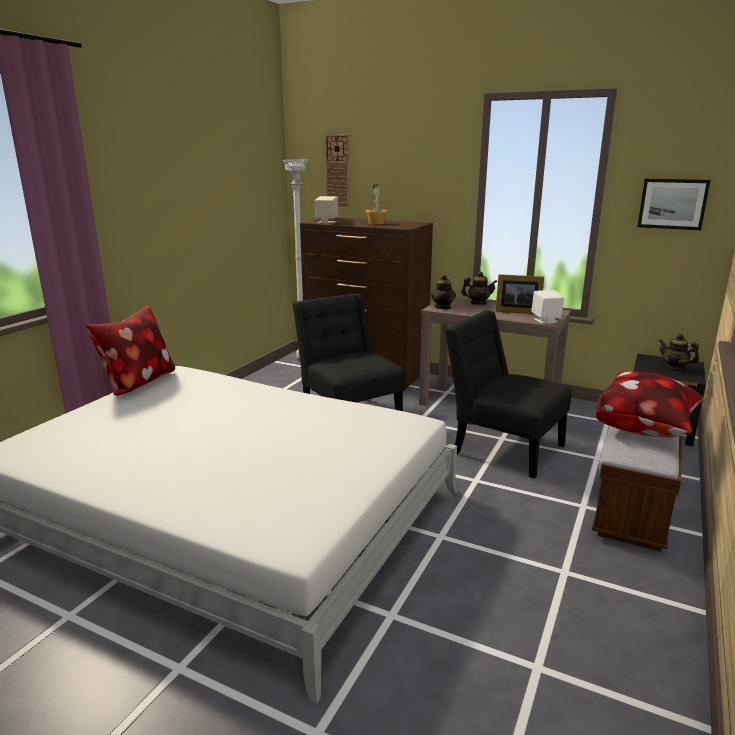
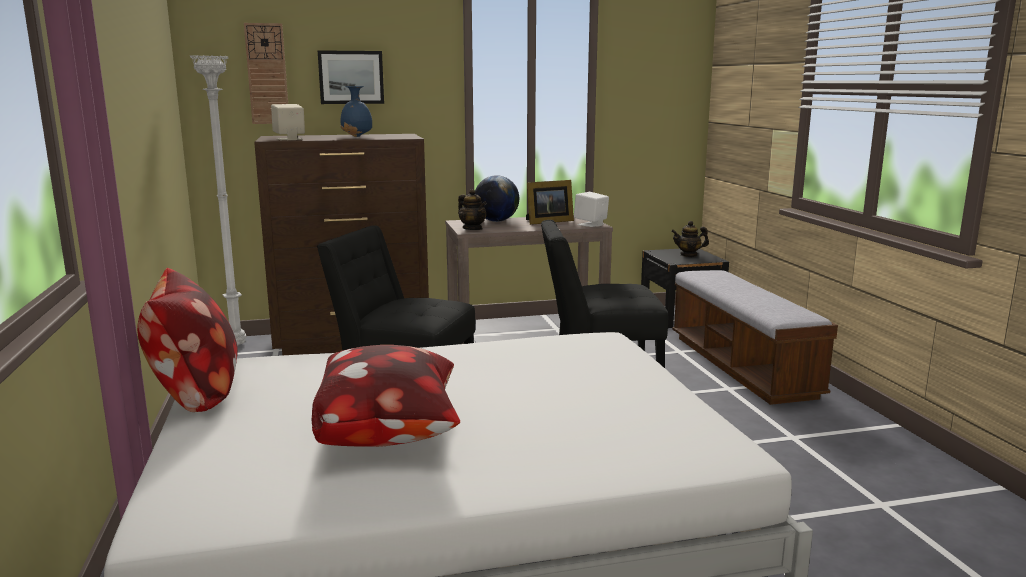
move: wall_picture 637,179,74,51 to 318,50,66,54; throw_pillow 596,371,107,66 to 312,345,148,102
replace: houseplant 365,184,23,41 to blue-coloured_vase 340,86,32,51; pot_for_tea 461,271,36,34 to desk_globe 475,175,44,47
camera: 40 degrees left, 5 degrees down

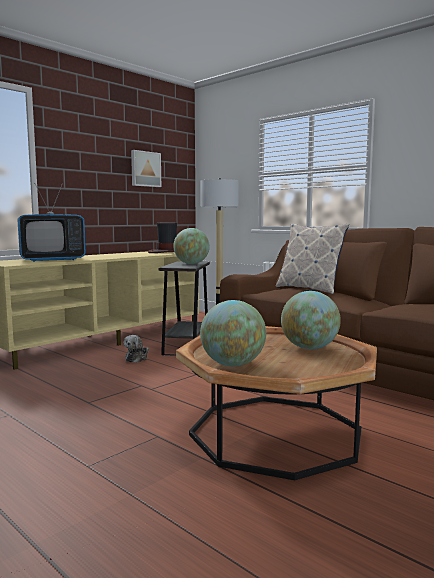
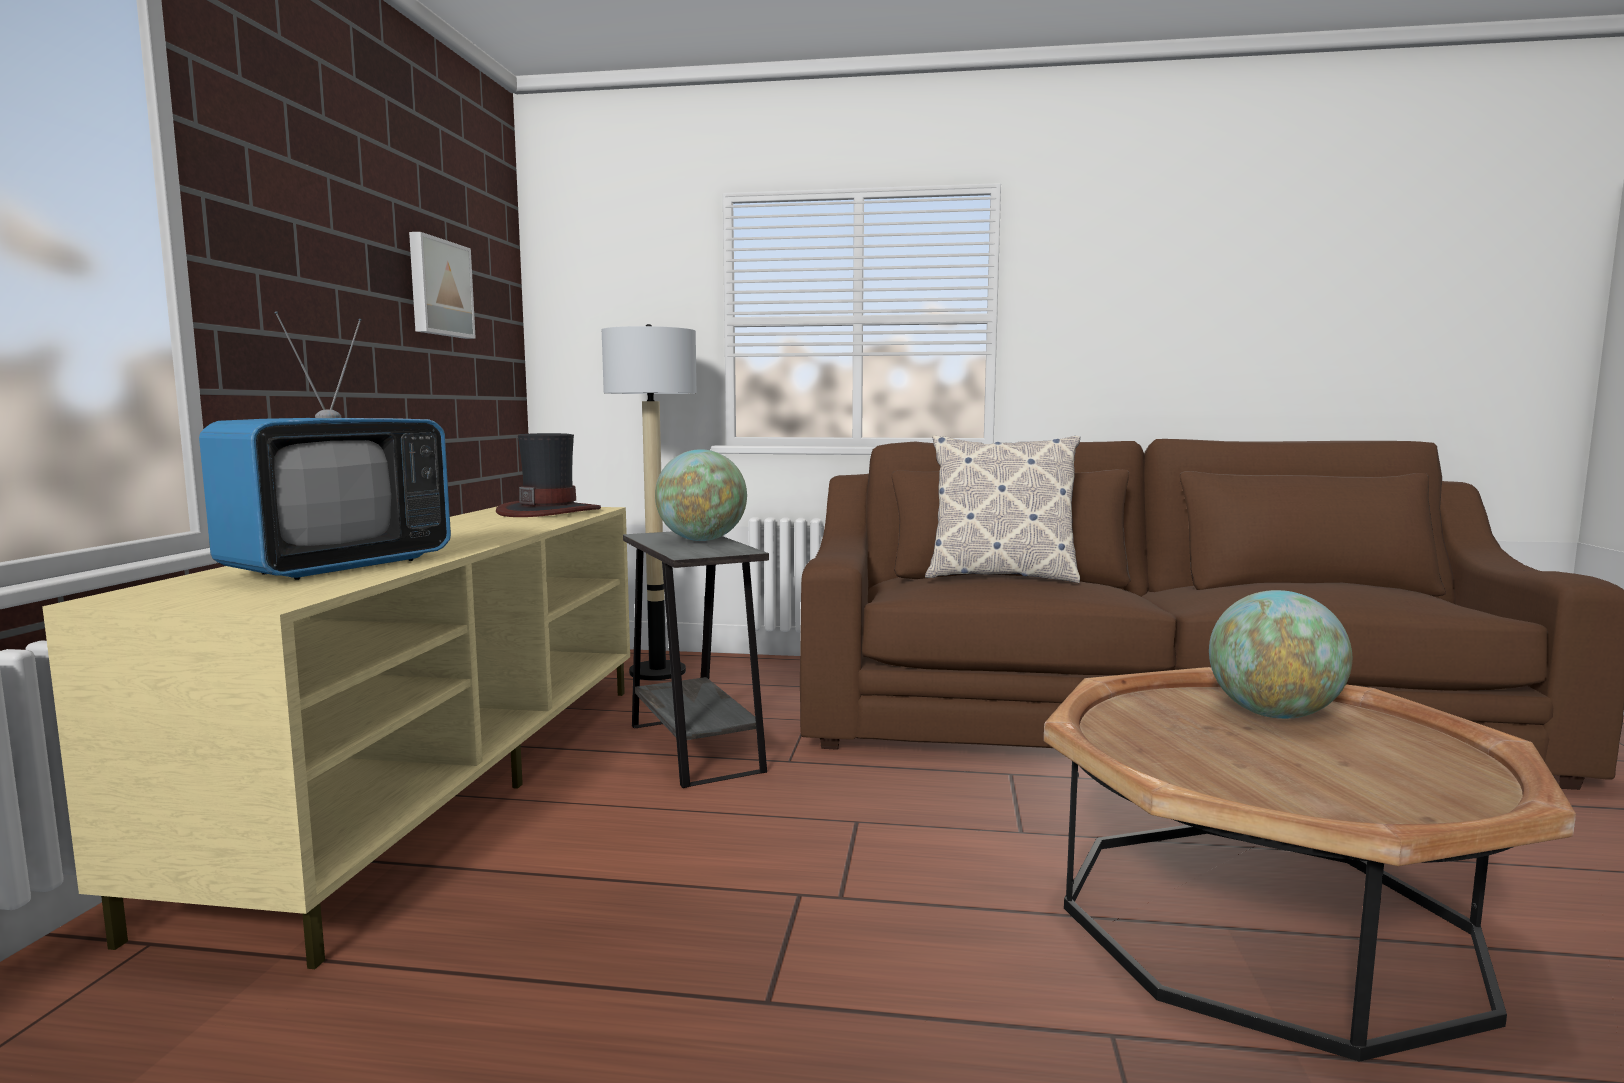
delete: desk_globe 200,300,66,66; plush_toy 124,335,25,28
camera: 35 degrees left, 0 degrees up

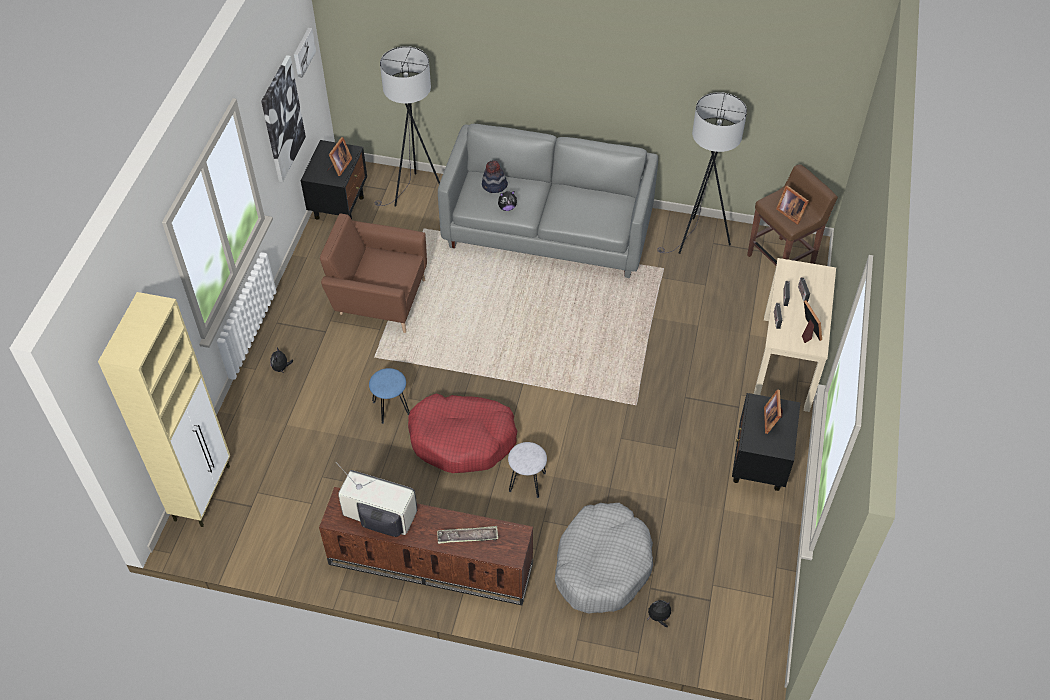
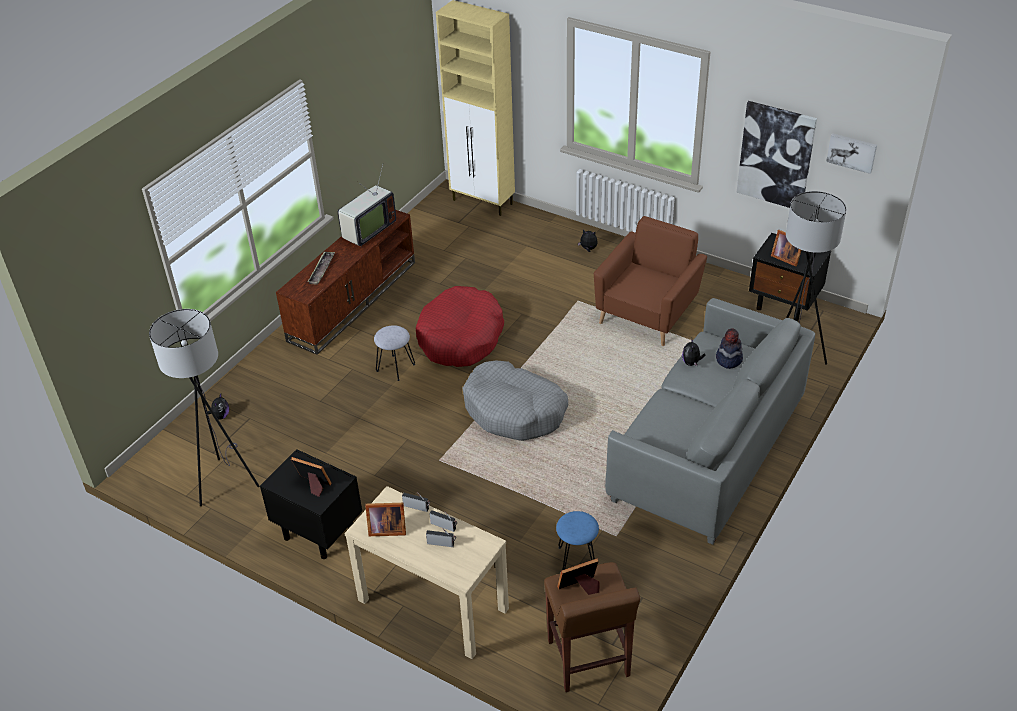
move: greyish_standard_lamp 657,92,90,162 to 149,309,110,197; blue-coloured_sitting_stool 369,368,41,56 to 556,511,43,59; greyish_dog_bed 555,503,98,110 to 462,360,106,81
camera: 110 degrees right, 10 degrees down

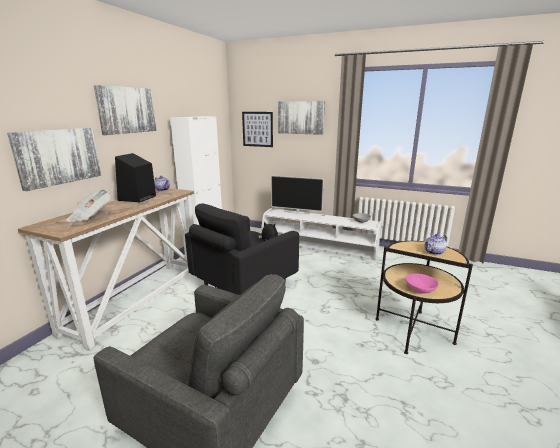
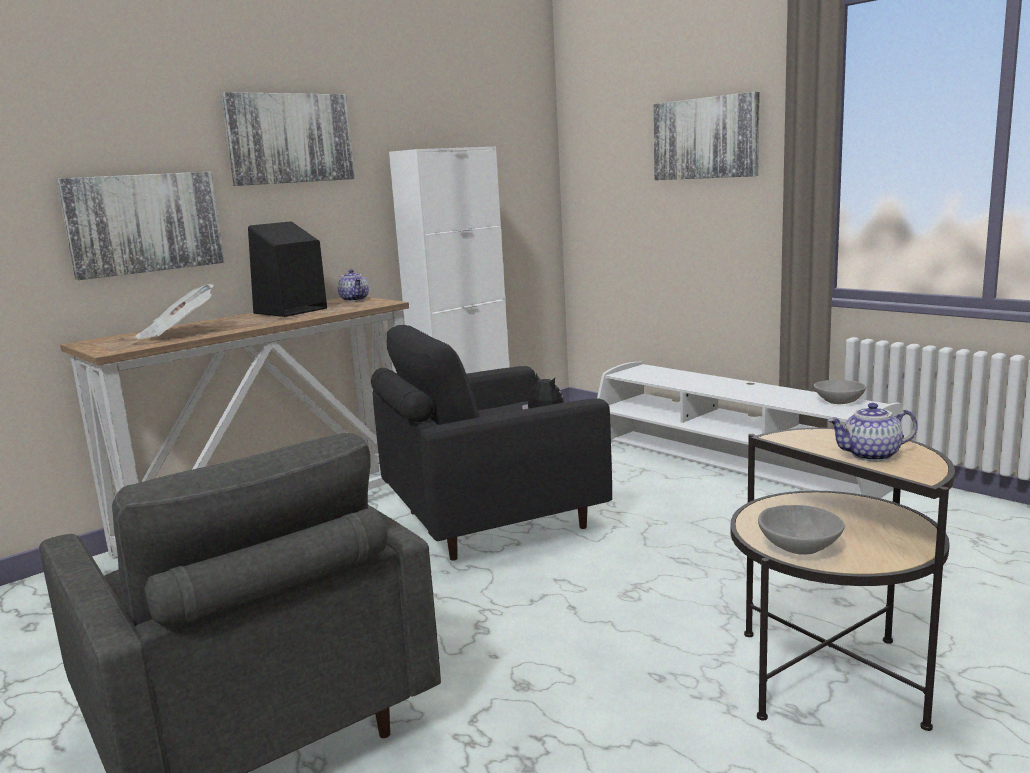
delete: wall_picture 242,112,31,35; TV_set 271,176,53,38
recolor: pink-coloured_bowl 406,274,33,19 to greyish_bowl 758,505,87,50
camera: 25 degrees right, 5 degrees down

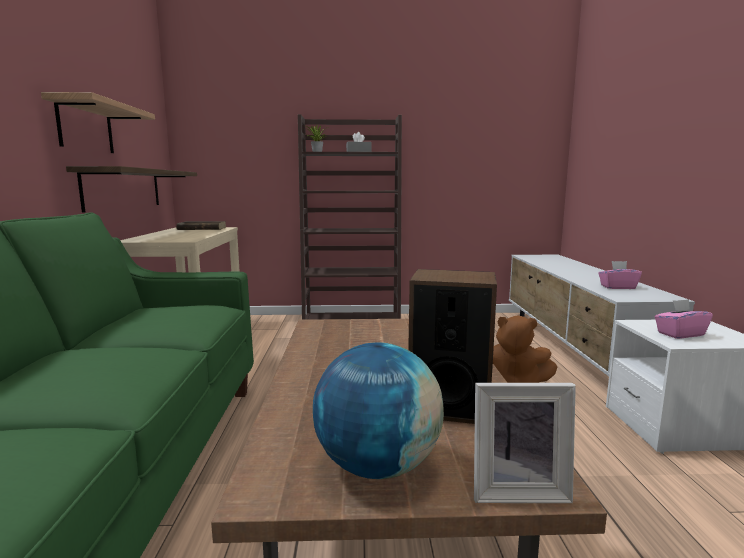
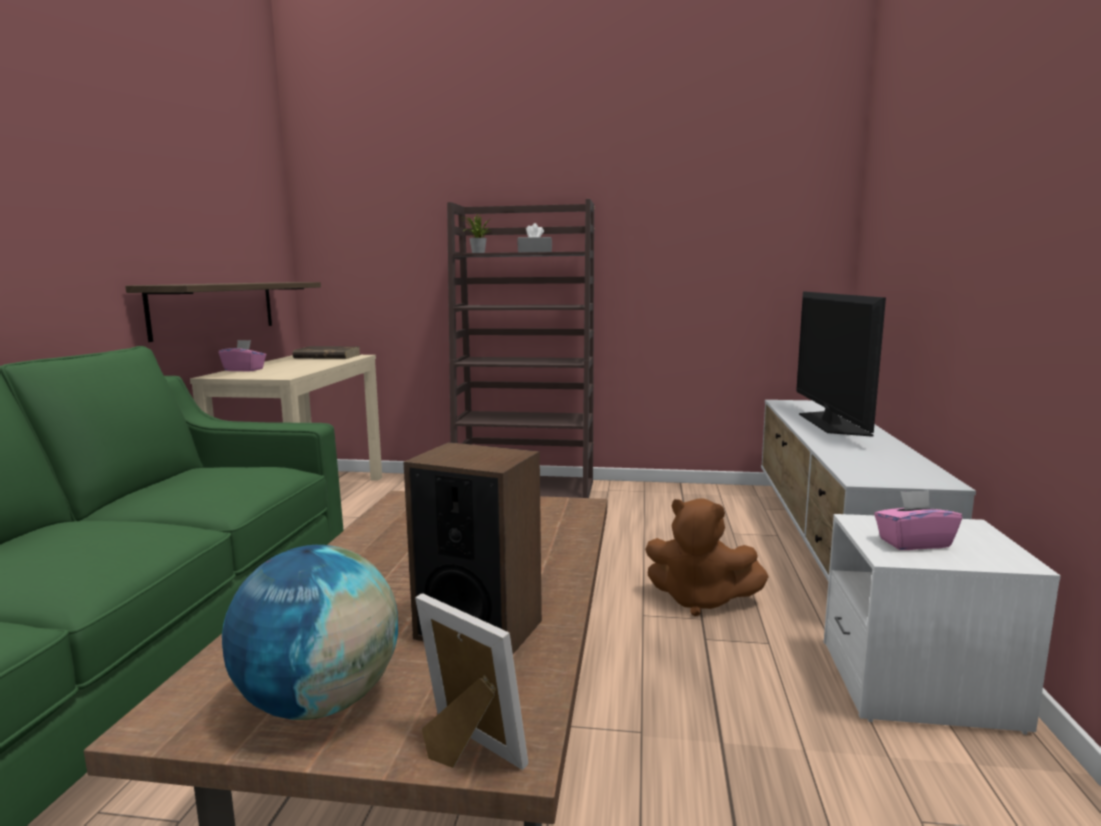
delete: bracket_shelf 41,92,114,61
insert: TV_set 796,292,90,145
move: pink-coloured_tissue_box 598,261,44,28 to 218,340,48,32
rotate: picture_frame 474,383,102,120 = 415,593,113,177 150 degrees counterclockwise
camera: 10 degrees right, 0 degrees up

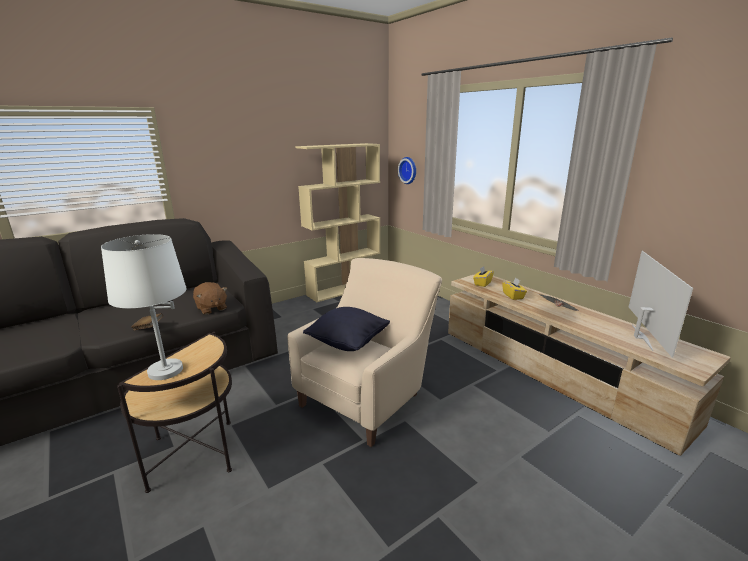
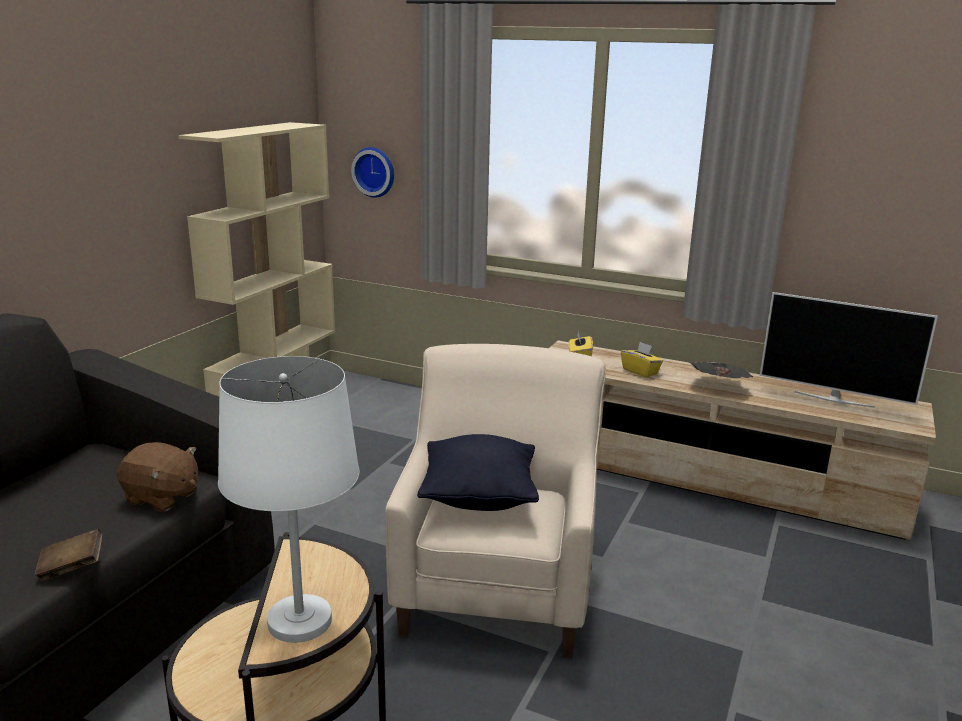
rotate: TV_set 629,251,64,107 = 760,292,178,116 135 degrees clockwise
camera: 30 degrees left, 0 degrees up

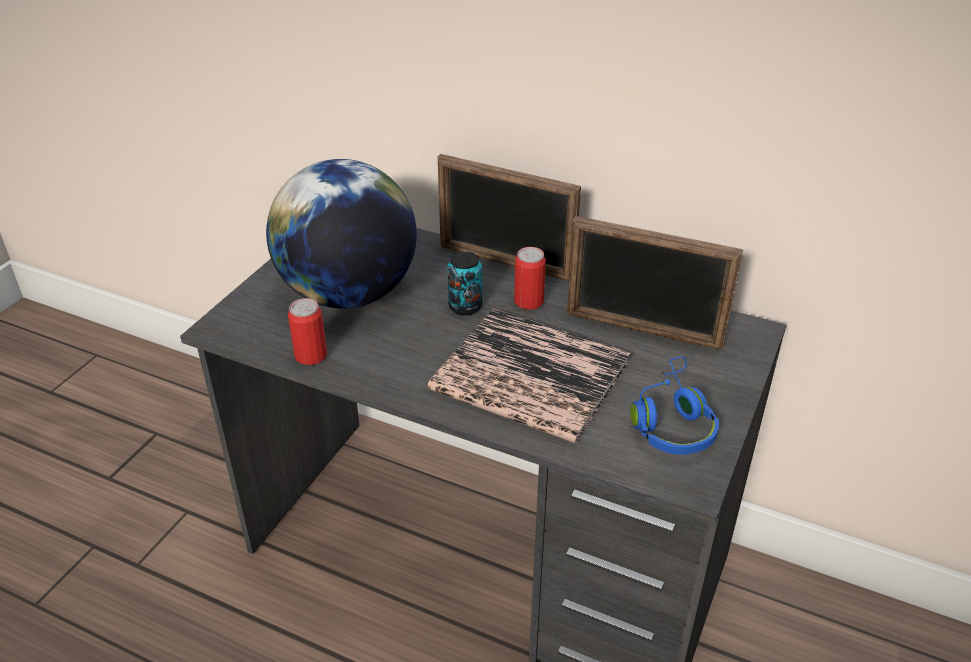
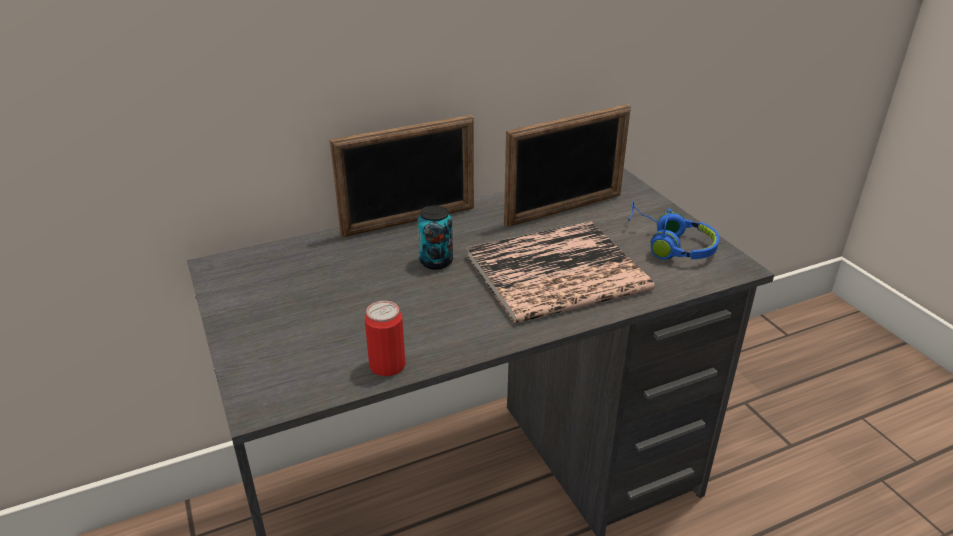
delete: desk_globe 266,159,151,149; metal_can 514,247,32,63
camera: 50 degrees left, 5 degrees down

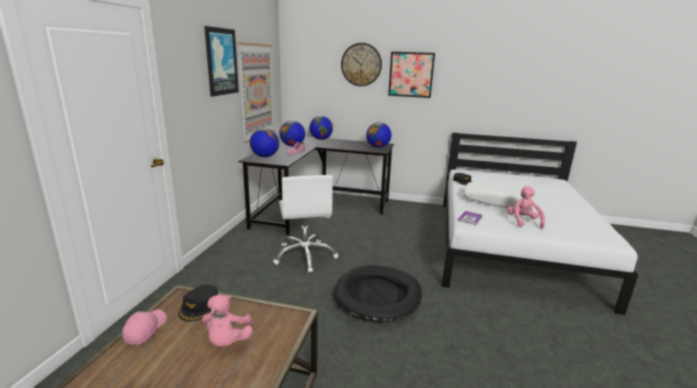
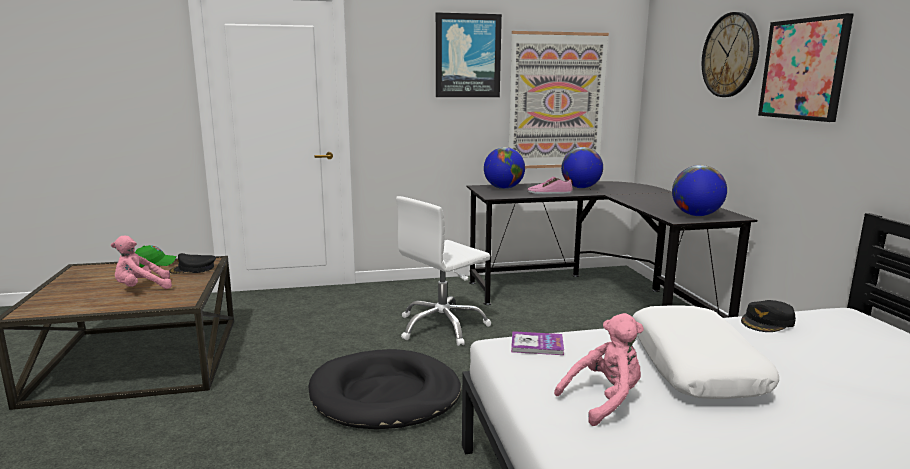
delete: desk_globe 309,116,24,24
recolor: pink-coloured_peaked_cap 122,309,45,36 to green-coloured_peaked_cap 135,245,41,22
camera: 65 degrees right, 5 degrees down

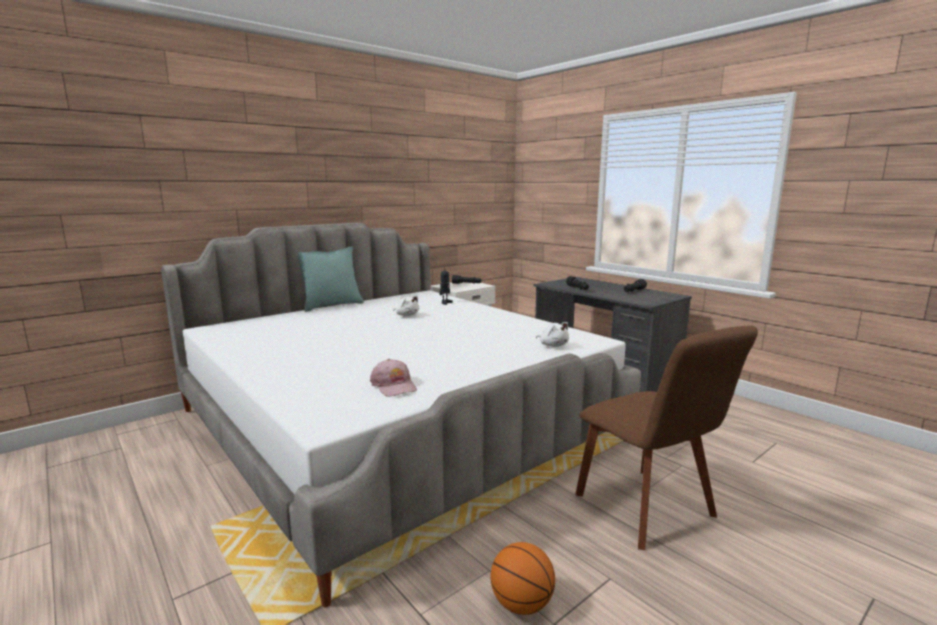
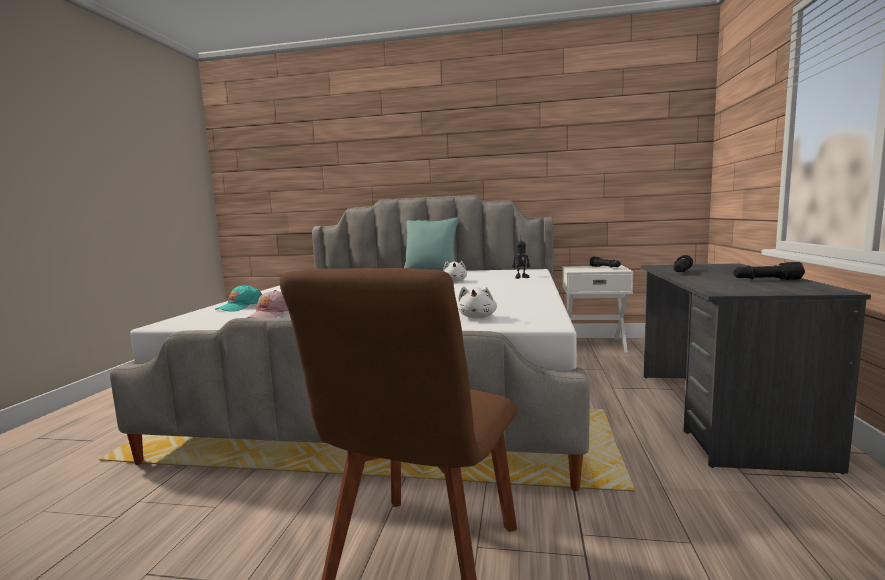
delete: basketball 491,542,64,73
insert: blue-green_peaked_cap 215,285,47,27
camera: 50 degrees right, 5 degrees down

